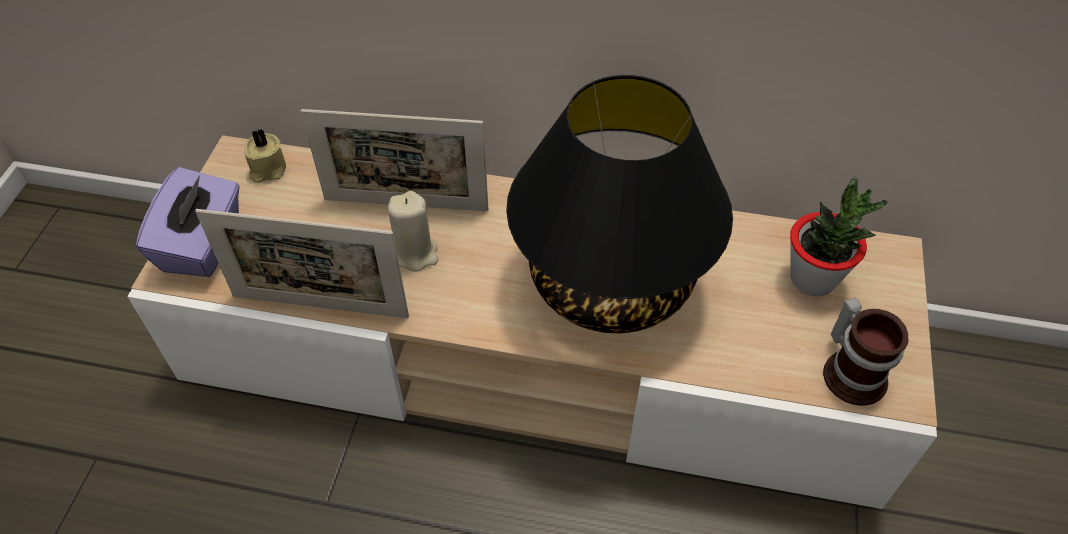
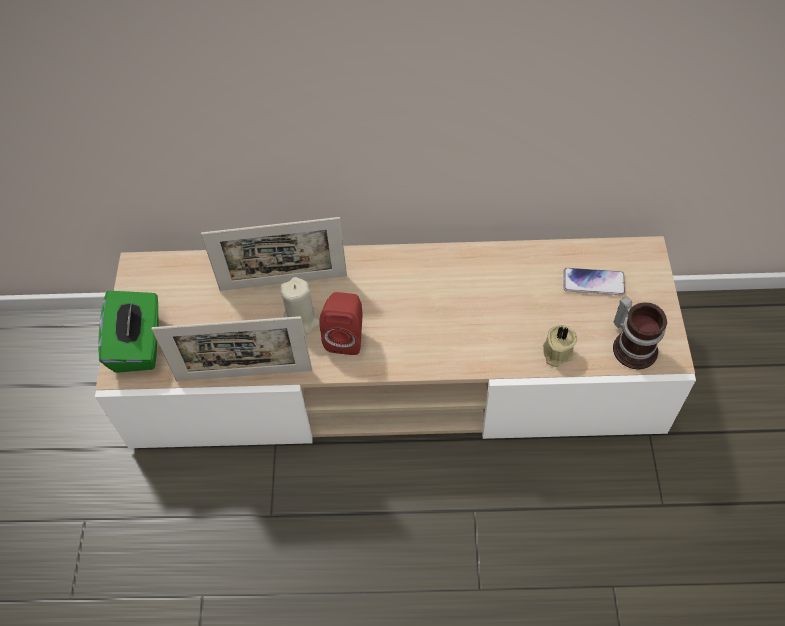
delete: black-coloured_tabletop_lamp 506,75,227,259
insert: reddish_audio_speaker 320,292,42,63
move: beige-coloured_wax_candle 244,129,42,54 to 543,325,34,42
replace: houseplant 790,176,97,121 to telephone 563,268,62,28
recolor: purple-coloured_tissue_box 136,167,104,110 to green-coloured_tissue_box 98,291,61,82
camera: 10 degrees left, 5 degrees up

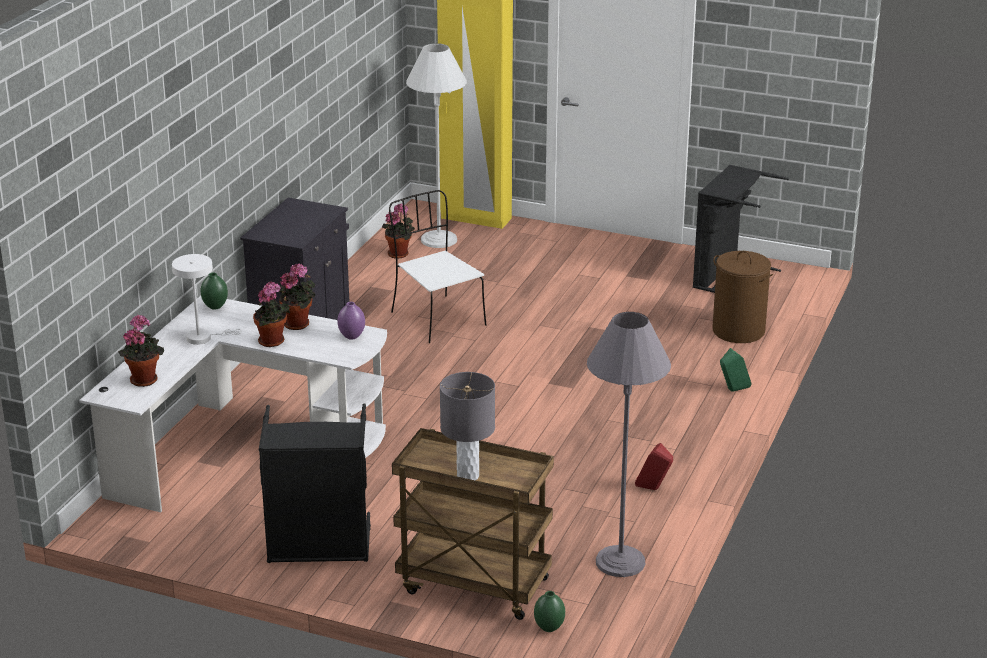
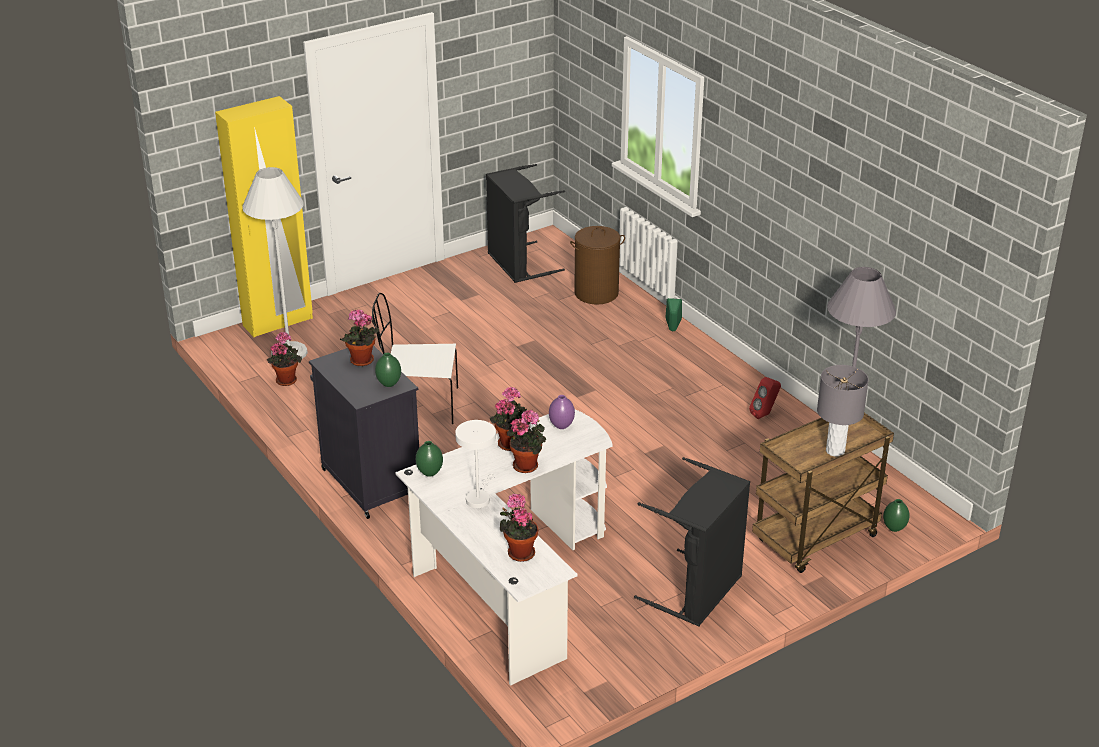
insert: houseplant 340,309,39,57; green-coloured_vase 375,353,26,34
camera: 55 degrees left, 5 degrees up

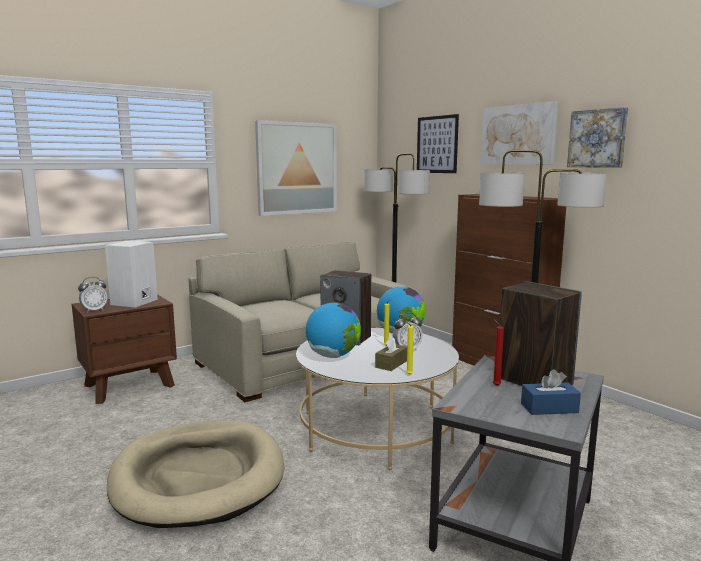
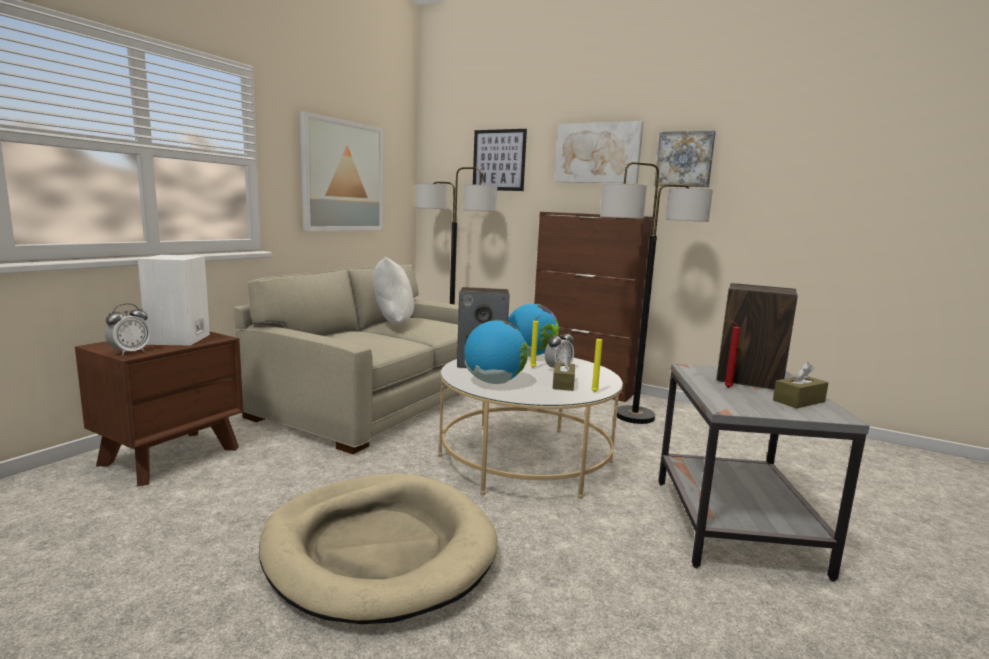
insert: whitish_throw_pillow 373,257,41,67
recolor: blue-coloured_tissue_box 521,369,60,46 to brown_tissue_box 773,362,55,46
camera: 25 degrees left, 0 degrees up

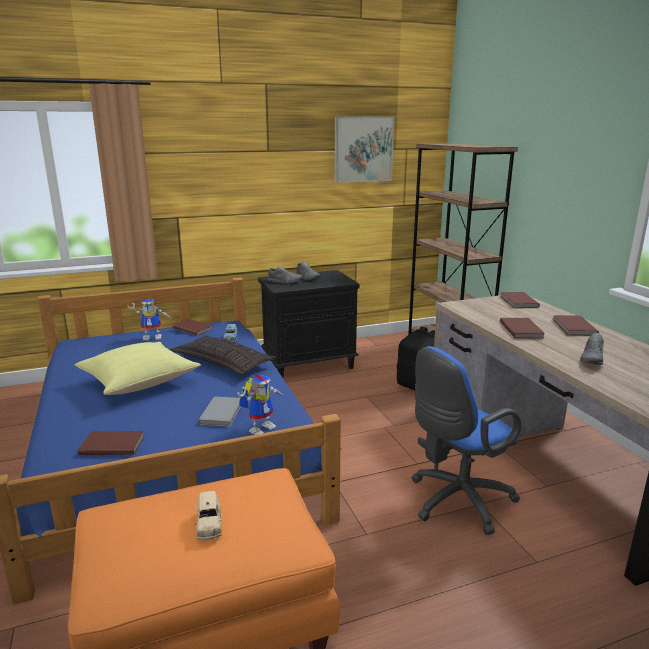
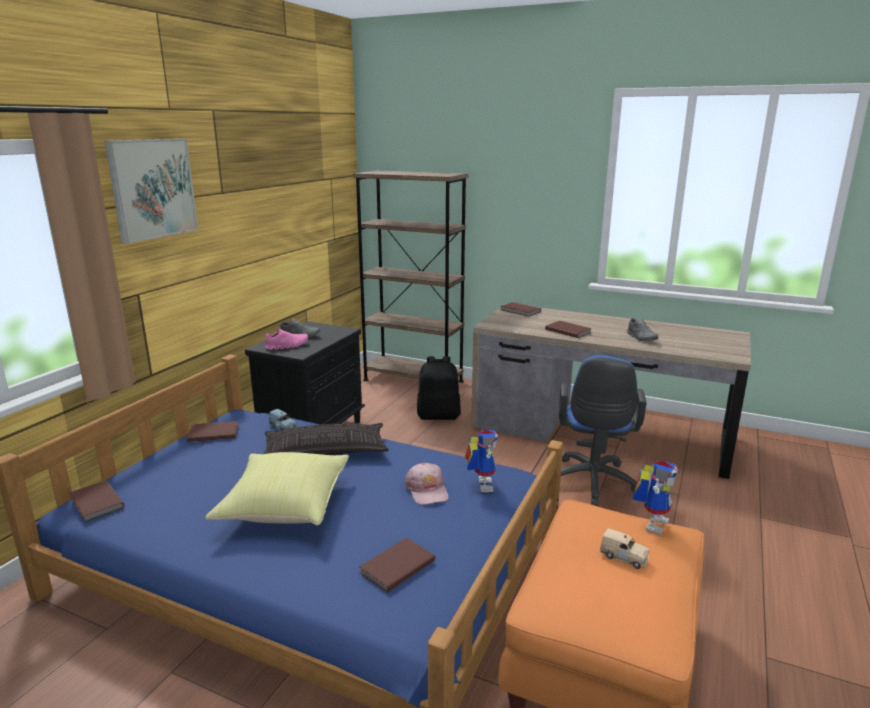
move: wall_picture 334,116,60,67 to 105,139,93,105; toy_robot 127,298,47,42 to 632,461,46,74; brown_bound_book 553,315,46,21 to 69,480,56,42
replace: greyish_bound_book 198,396,42,31 to pink-coloured_peaked_cap 404,463,45,42
recolor: greyish_low_shoe 268,266,34,18 to pink-coloured_low_shoe 265,329,43,21
camera: 45 degrees left, 0 degrees up

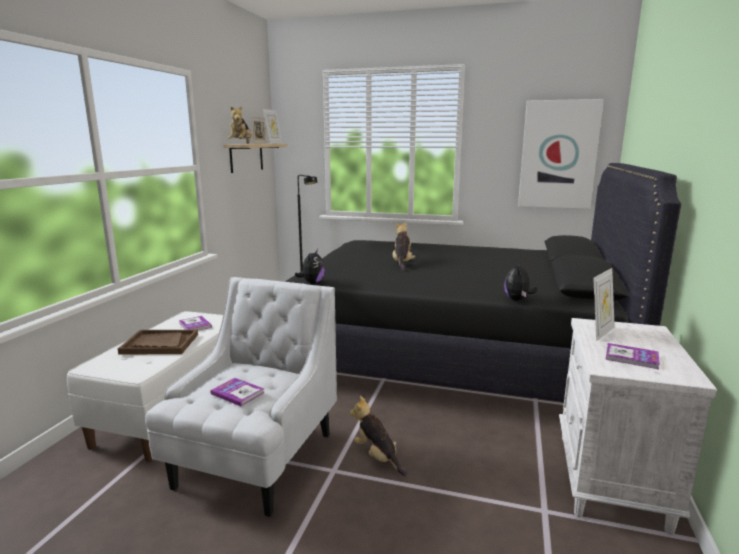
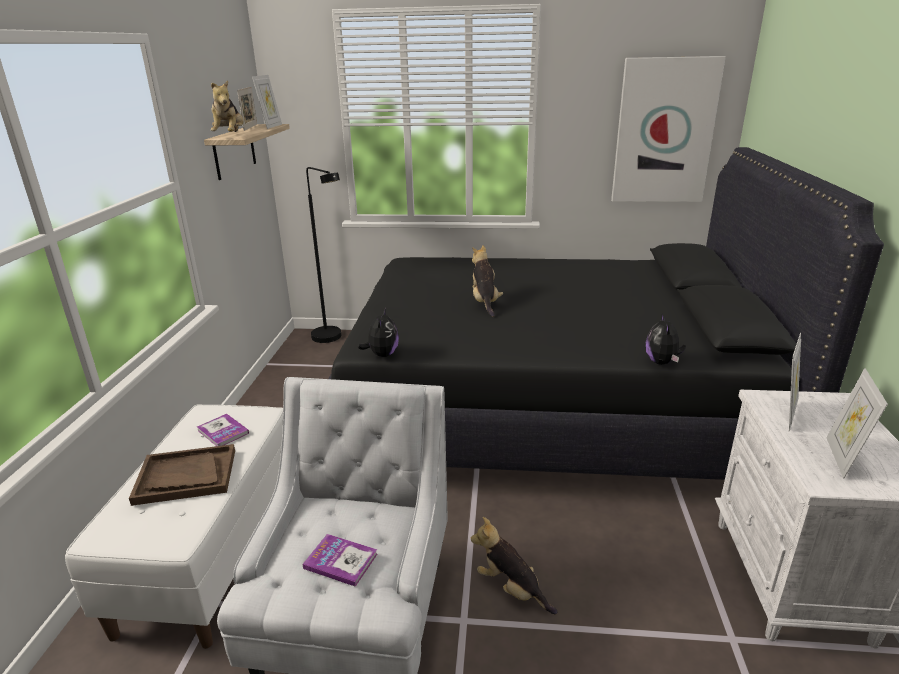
replace: bound_book 606,343,54,26 to picture_frame 826,368,62,110
camera: 10 degrees left, 10 degrees up

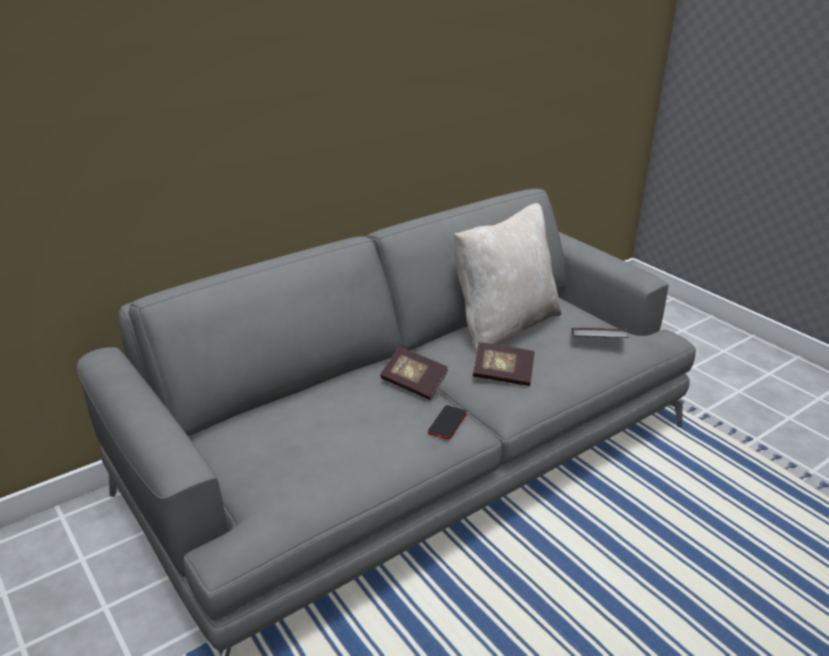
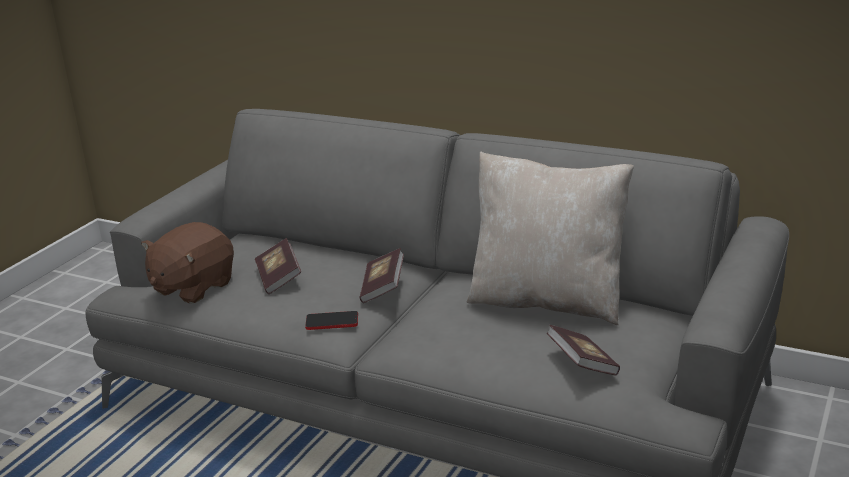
insert: brown_plush_toy 141,222,93,82
move: bound_book 473,342,62,44 to 255,238,46,56
camera: 65 degrees right, 5 degrees down

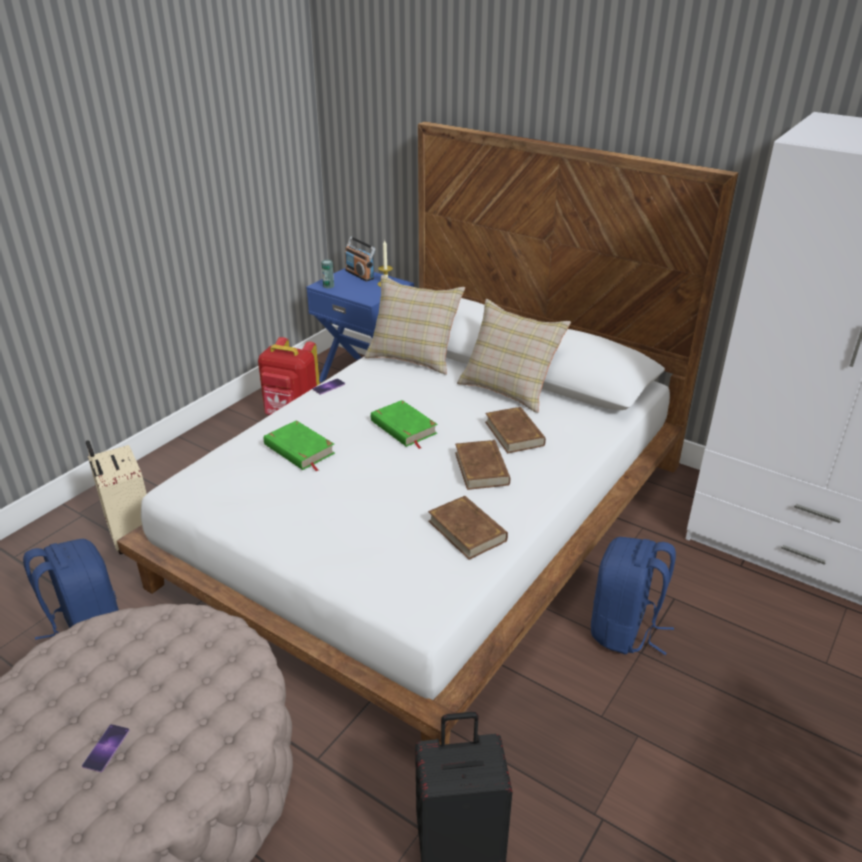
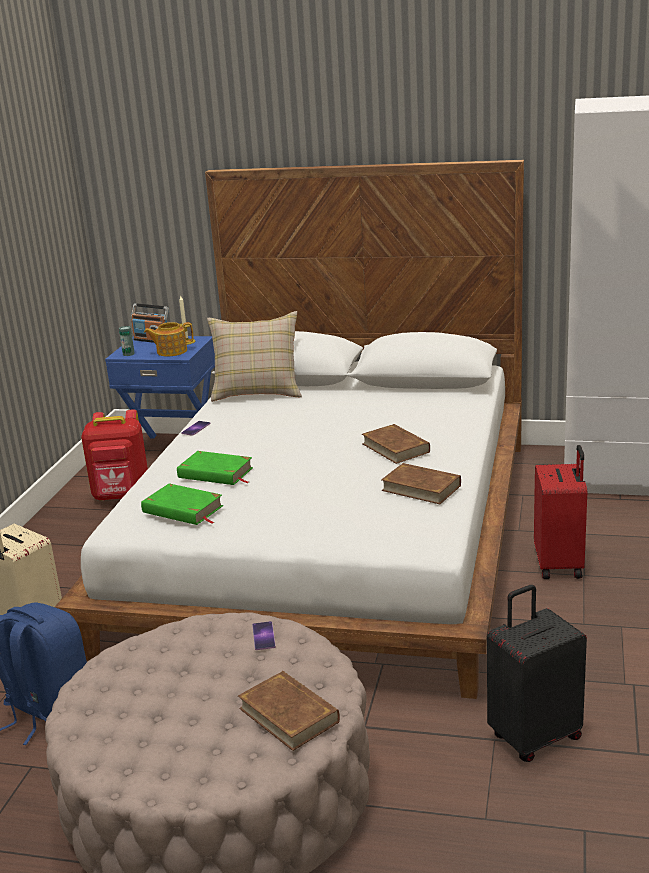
delete: beige-coloured_throw_pillow 457,299,114,114
insert: pot_for_tea 144,322,50,34
move: green-coloured_bound_book 371,400,67,49 to 141,483,82,42; brown_bound_book 485,407,61,46 to 238,671,102,80; telephone 82,724,48,48 to 252,621,24,29
replace: blue-coloured_knapsack 591,537,85,118 to reddish_piece_of_luggage 534,445,53,134
camera: 20 degrees left, 10 degrees down

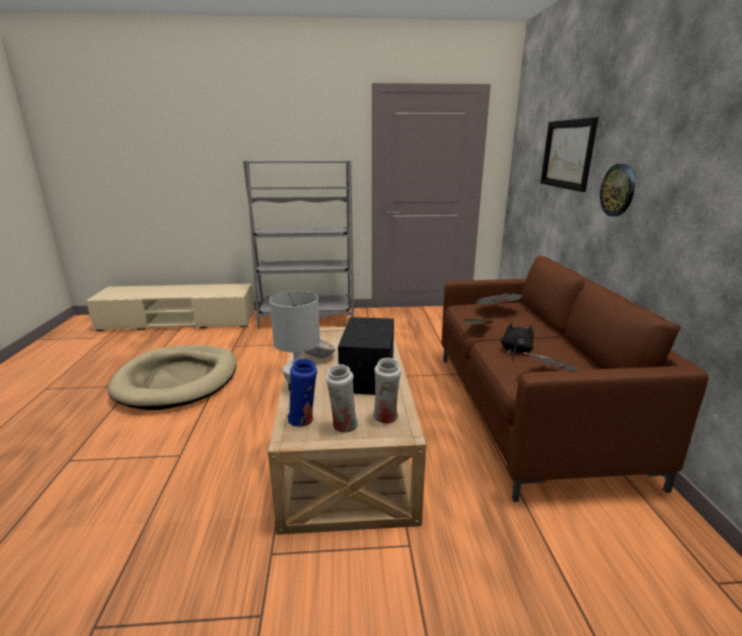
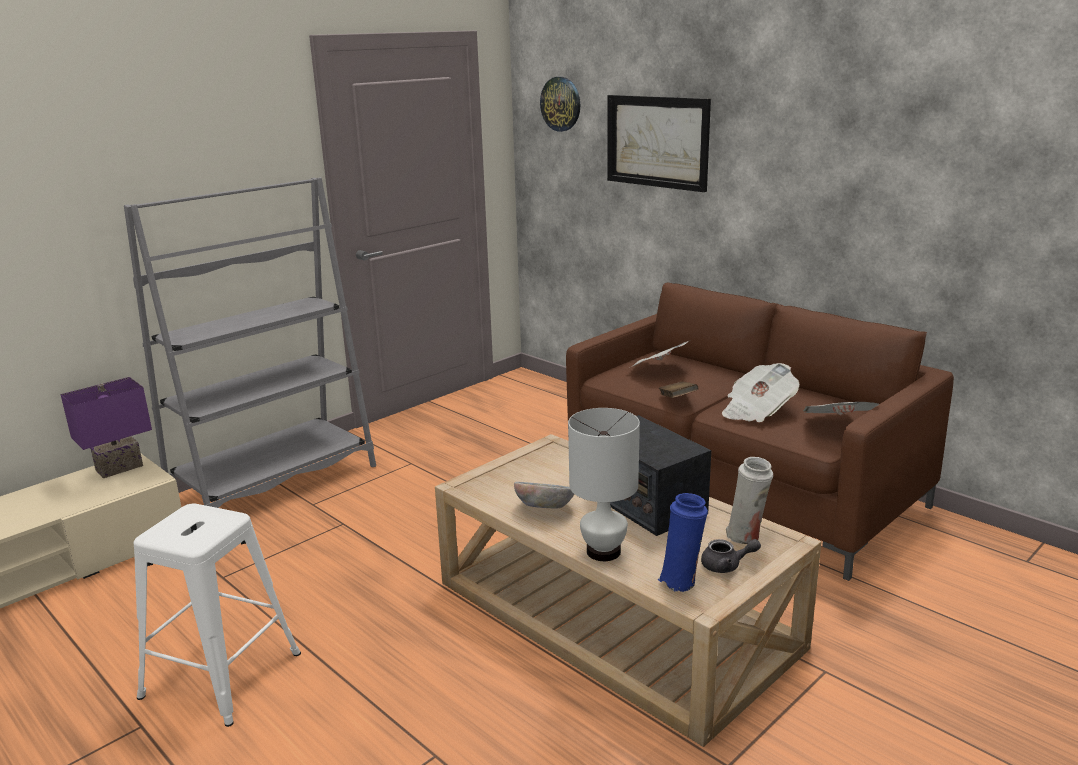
insert: purple-coloured_tabletop_lamp 60,377,92,101
move: wall_clock 600,164,35,53 to 540,77,40,55
replace: black-coloured_plush_toy 501,322,33,37 to newspaper 722,363,77,59; beige-coloured_dog_bed 107,345,129,65 to whitish_sitting_stool 134,504,167,223; whitish_vase 326,364,32,69 to greyish_pot_for_tea 701,539,60,34
camera: 40 degrees left, 0 degrees up

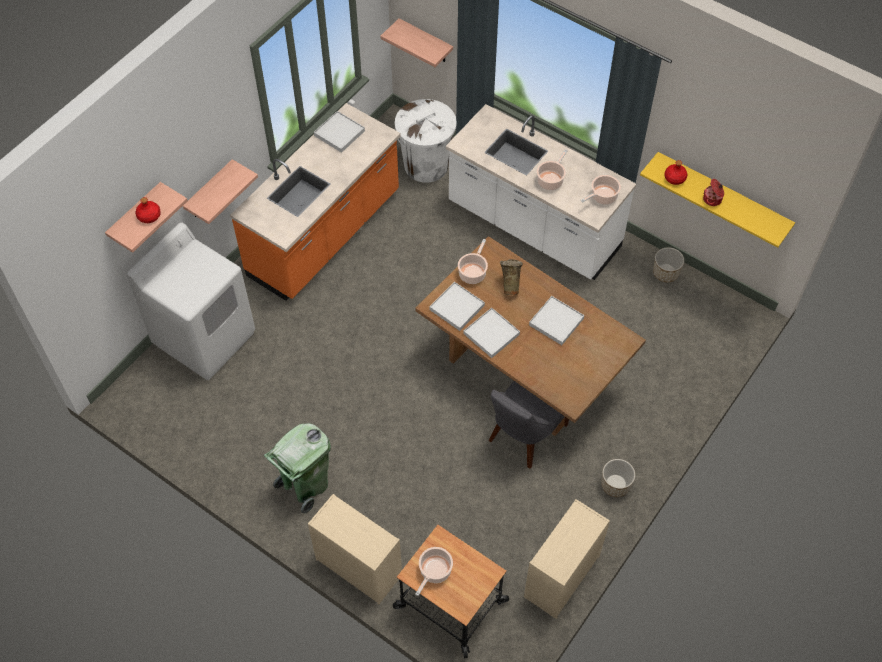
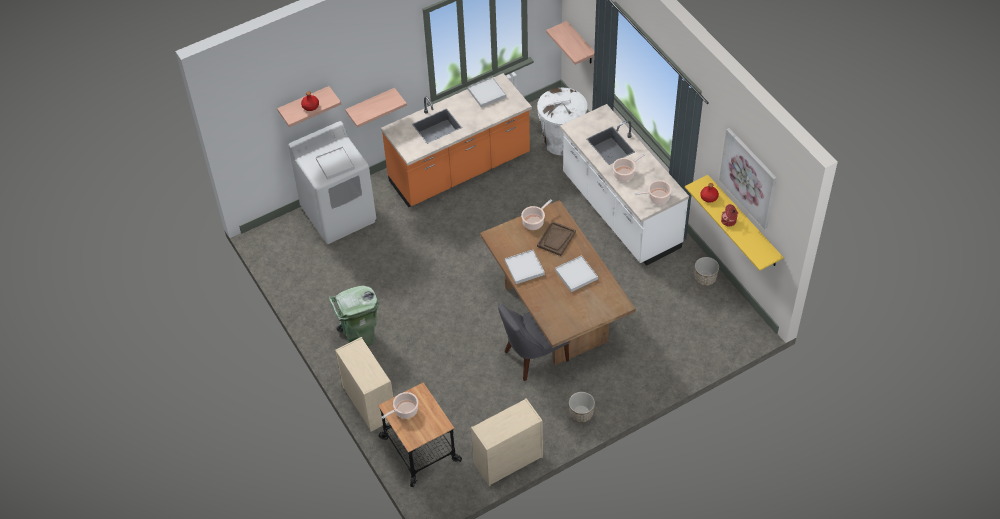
insert: wall_picture 719,128,58,101
move: whitish_serving_tray 429,282,56,49 to 316,147,39,33
replace: beige-coloured_vase 500,259,23,36 to brown_serving_tray 537,221,39,35
camera: 25 degrees right, 5 degrees down

